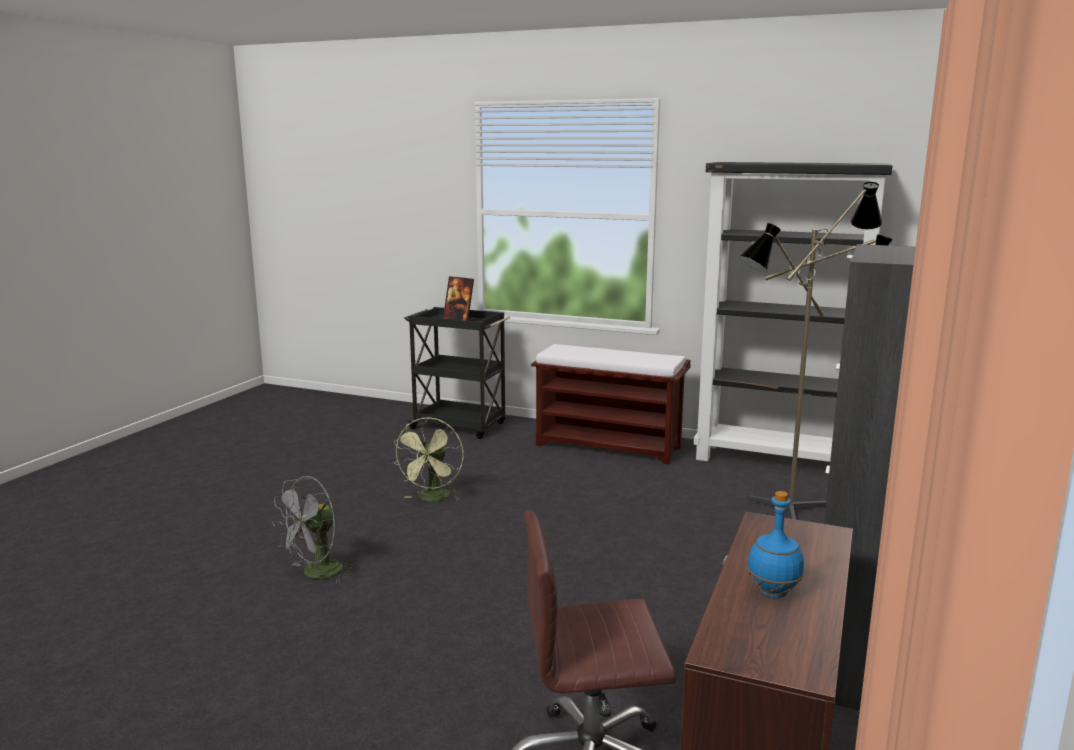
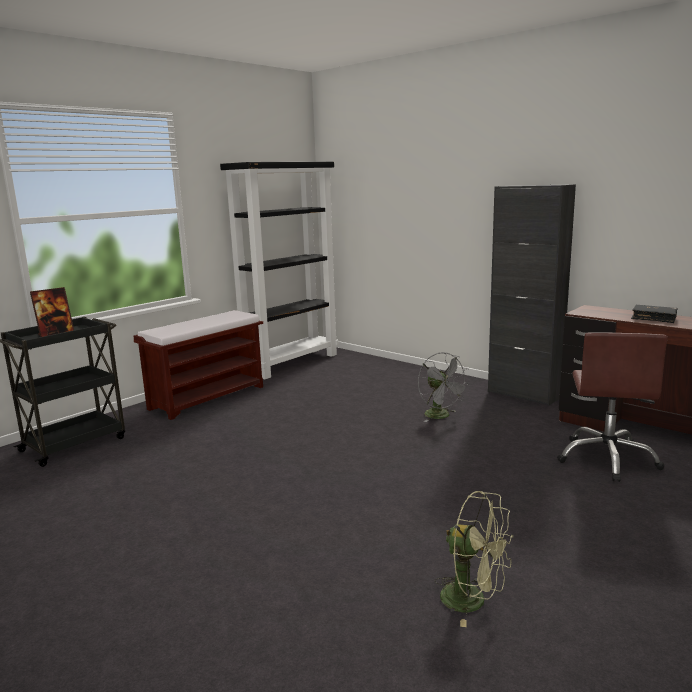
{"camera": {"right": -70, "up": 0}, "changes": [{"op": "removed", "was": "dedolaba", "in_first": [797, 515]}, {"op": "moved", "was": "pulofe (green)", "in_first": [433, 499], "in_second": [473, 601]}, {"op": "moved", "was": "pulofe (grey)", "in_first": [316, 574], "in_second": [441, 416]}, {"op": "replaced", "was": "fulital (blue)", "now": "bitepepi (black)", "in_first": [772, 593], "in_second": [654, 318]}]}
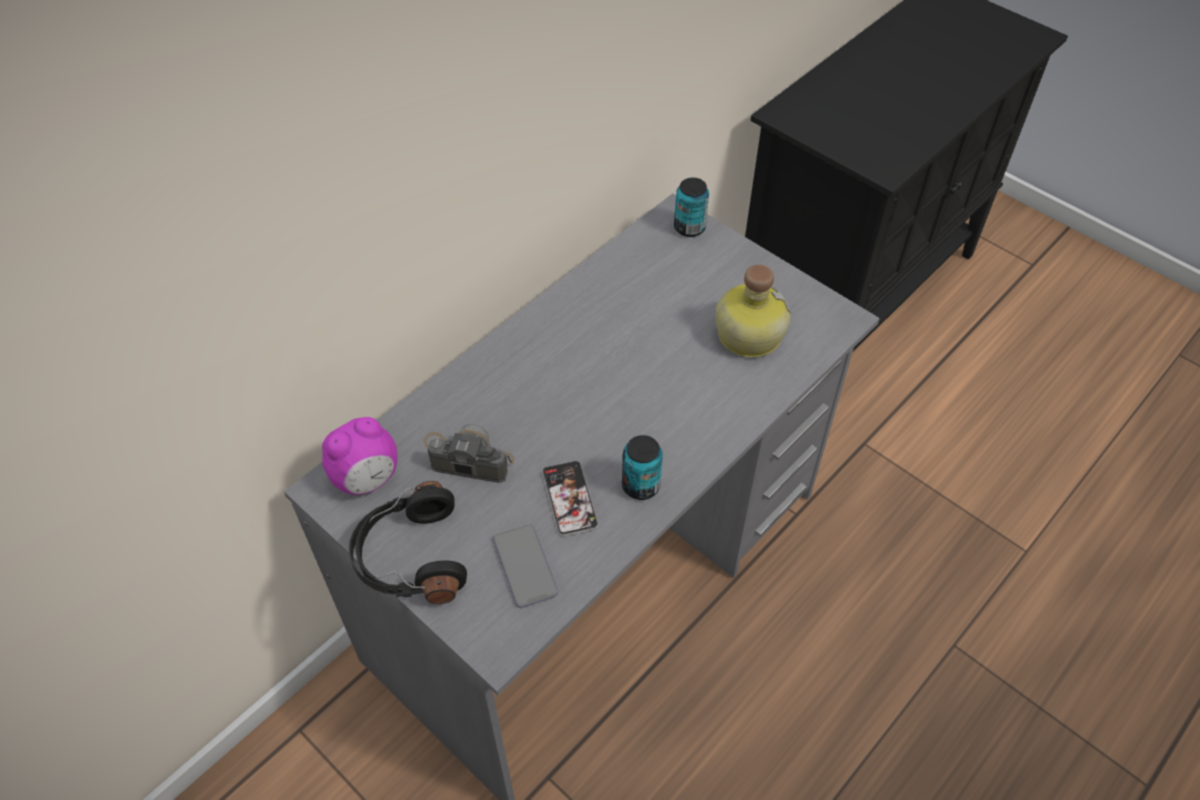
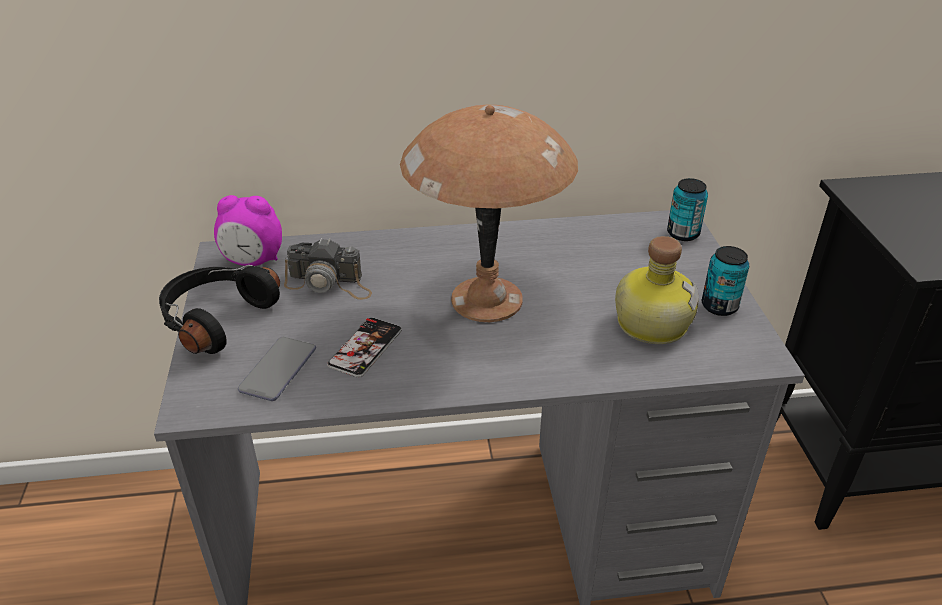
{"camera": {"right": 40, "up": -15}, "changes": [{"op": "turned", "was": "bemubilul", "in_first": [466, 457], "in_second": [329, 284], "clockwise": 135}, {"op": "moved", "was": "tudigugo", "in_first": [640, 485], "in_second": [719, 306]}, {"op": "added", "now": "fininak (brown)", "in_second": [488, 299]}]}
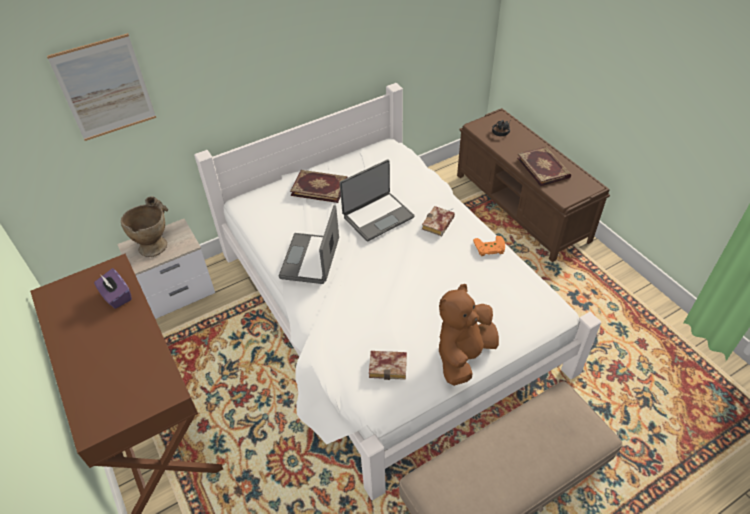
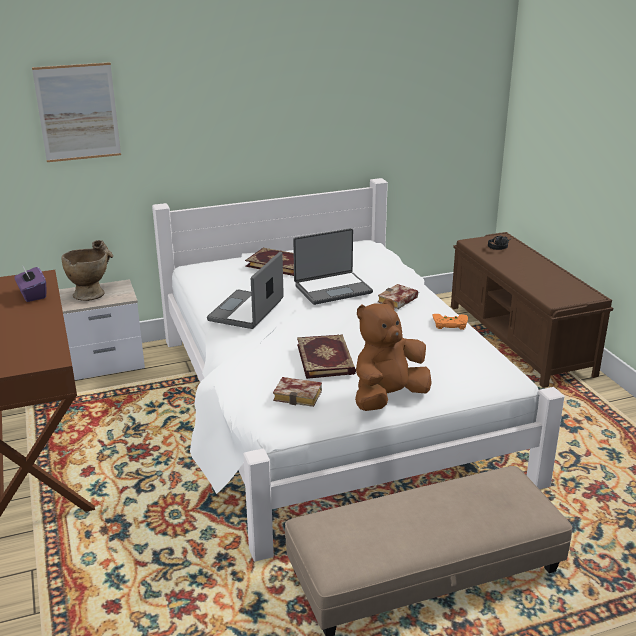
{"camera": {"right": 10, "up": -20}, "changes": [{"op": "moved", "was": "bitepepi", "in_first": [544, 167], "in_second": [326, 359]}]}
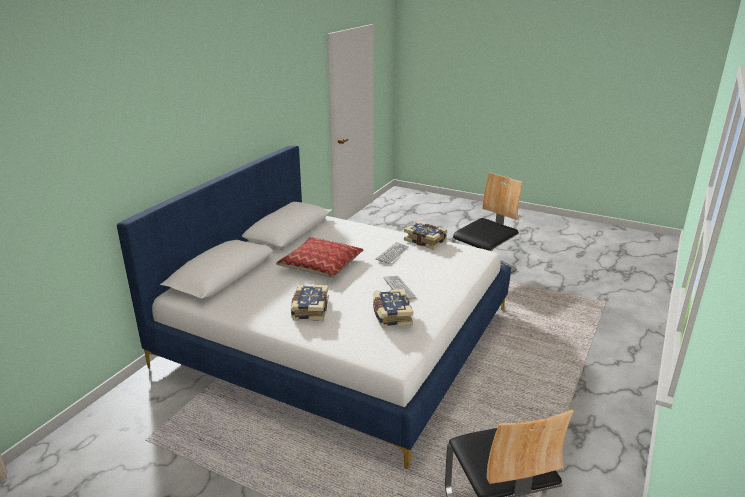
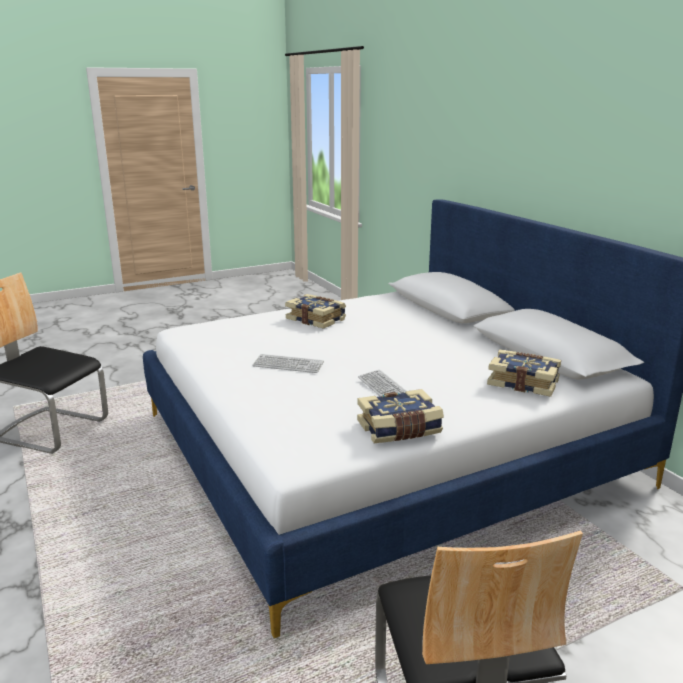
{"camera": {"right": 125, "up": -5}, "changes": [{"op": "removed", "was": "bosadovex", "in_first": [321, 265]}, {"op": "moved", "was": "bitepepi", "in_first": [391, 315], "in_second": [523, 382]}]}
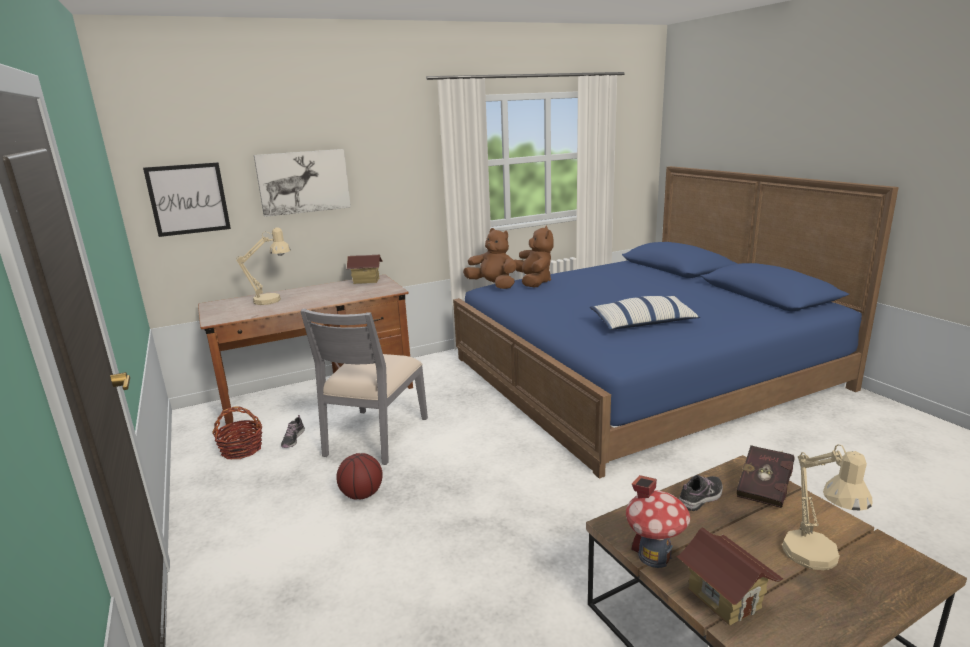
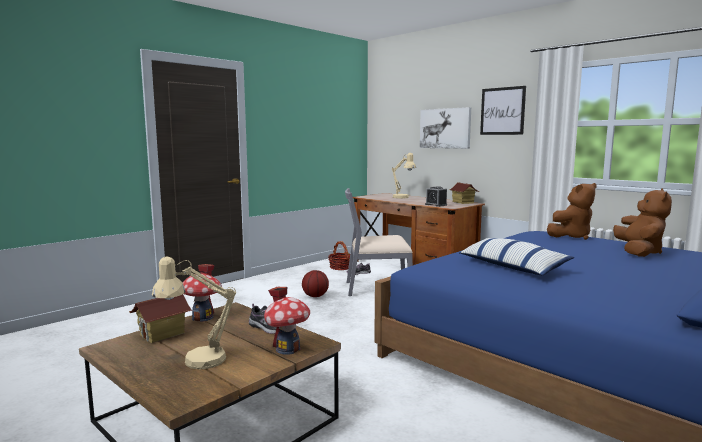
{"camera": {"right": 70, "up": -10}, "changes": [{"op": "moved", "was": "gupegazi", "in_first": [188, 199], "in_second": [502, 111]}, {"op": "moved", "was": "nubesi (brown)", "in_first": [493, 285], "in_second": [639, 252]}, {"op": "replaced", "was": "bitepepi (red)", "now": "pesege", "in_first": [765, 488], "in_second": [288, 349]}, {"op": "added", "now": "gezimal", "in_second": [436, 205]}]}
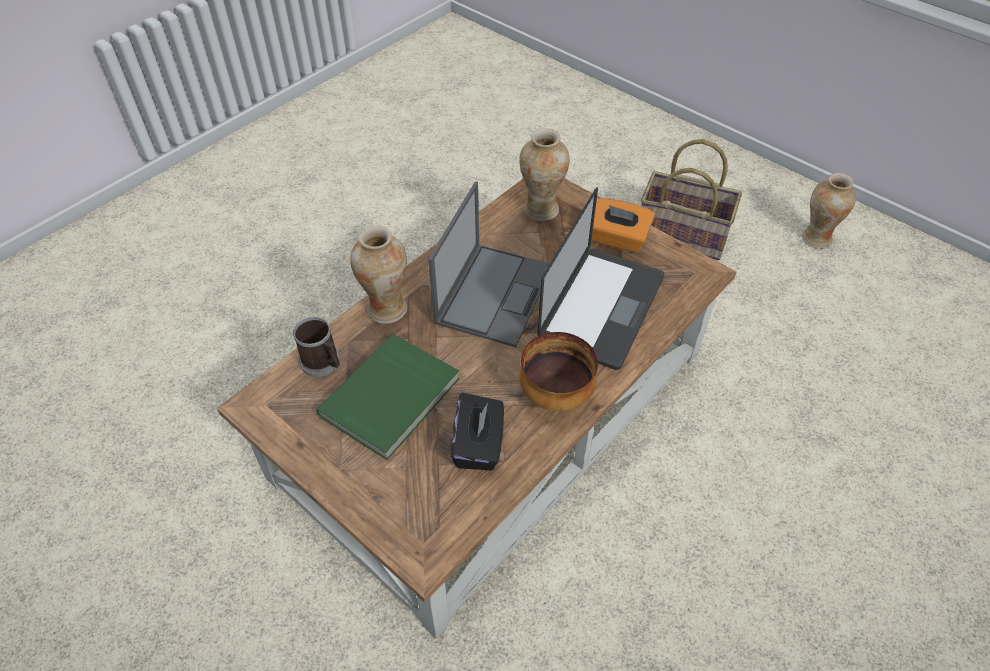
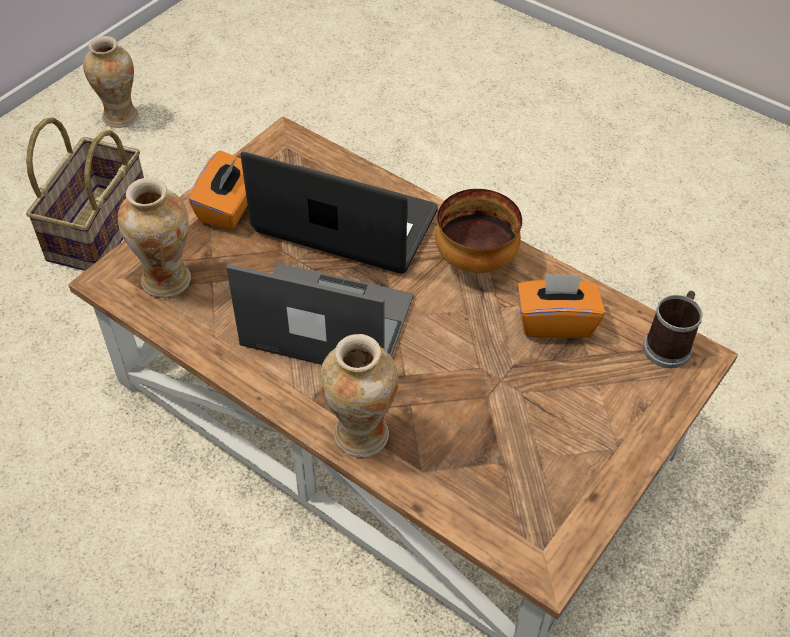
{"camera": {"right": -95, "up": 0}, "changes": [{"op": "moved", "was": "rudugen", "in_first": [323, 363], "in_second": [669, 345]}, {"op": "removed", "was": "bitepepi (green)", "in_first": [392, 398]}, {"op": "recoloured", "was": "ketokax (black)", "now": "ketokax (orange)", "in_first": [479, 445], "in_second": [555, 322]}]}
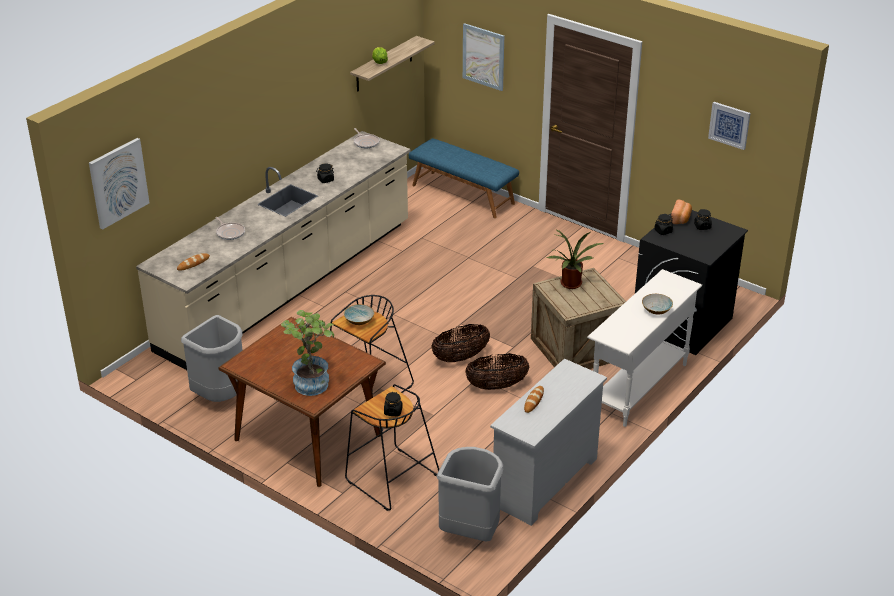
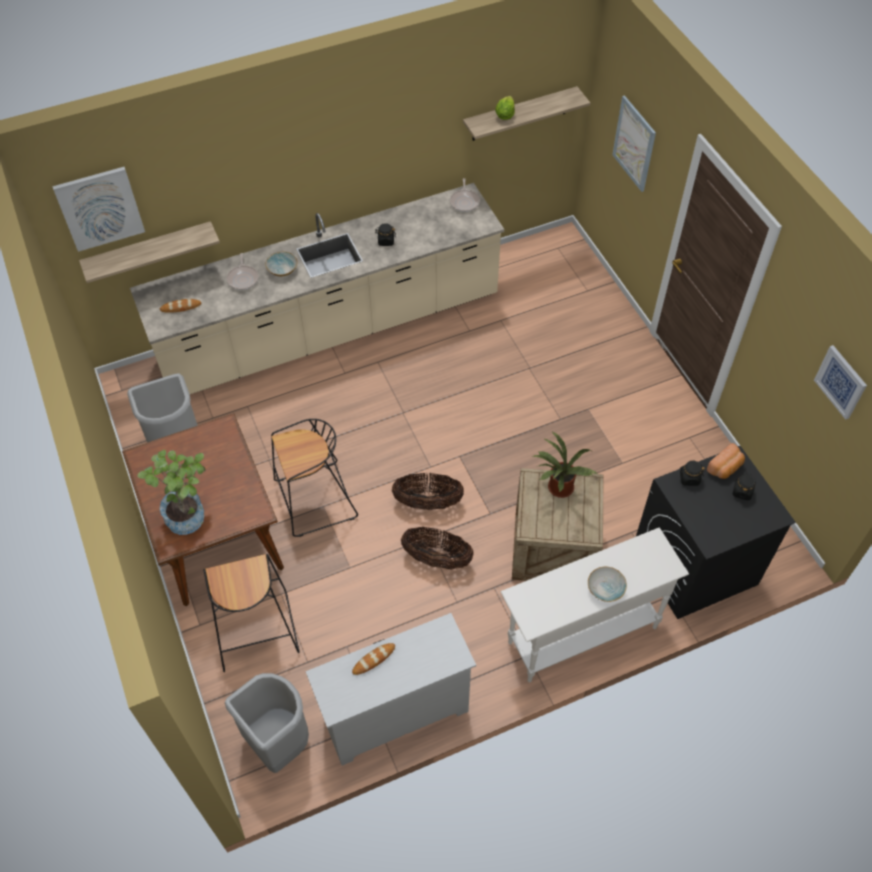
{"camera": {"right": 30, "up": 20}, "changes": [{"op": "removed", "was": "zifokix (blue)", "in_first": [463, 194]}, {"op": "moved", "was": "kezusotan", "in_first": [359, 320], "in_second": [283, 270]}, {"op": "removed", "was": "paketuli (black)", "in_first": [393, 411]}, {"op": "added", "now": "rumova", "in_second": [149, 251]}]}
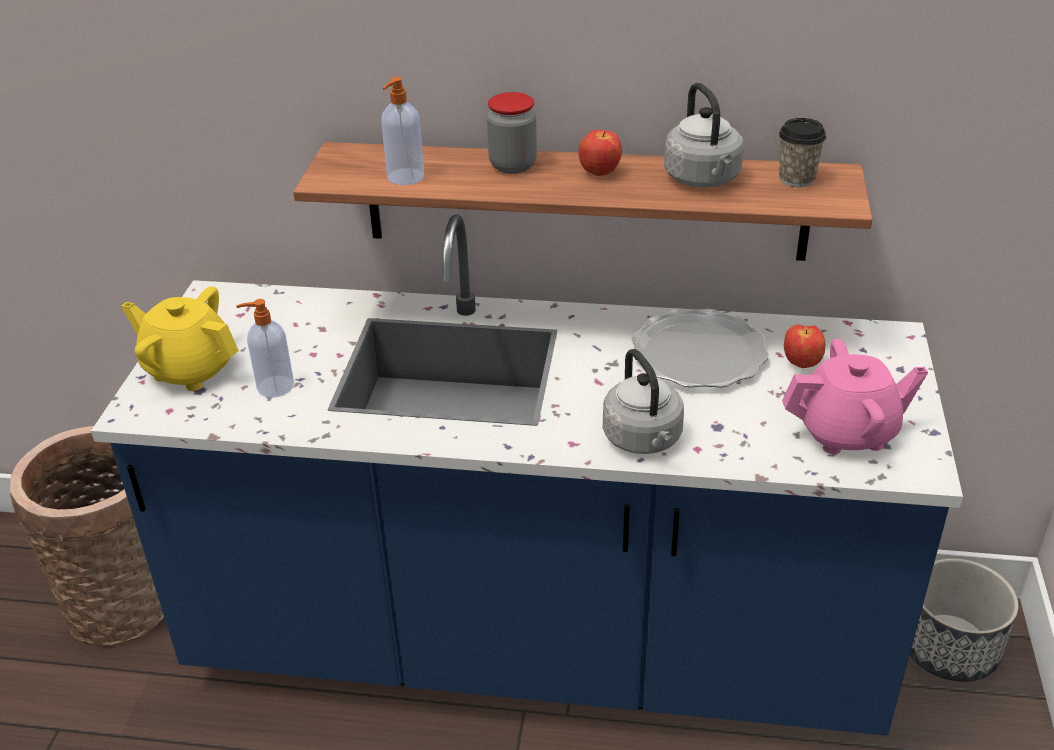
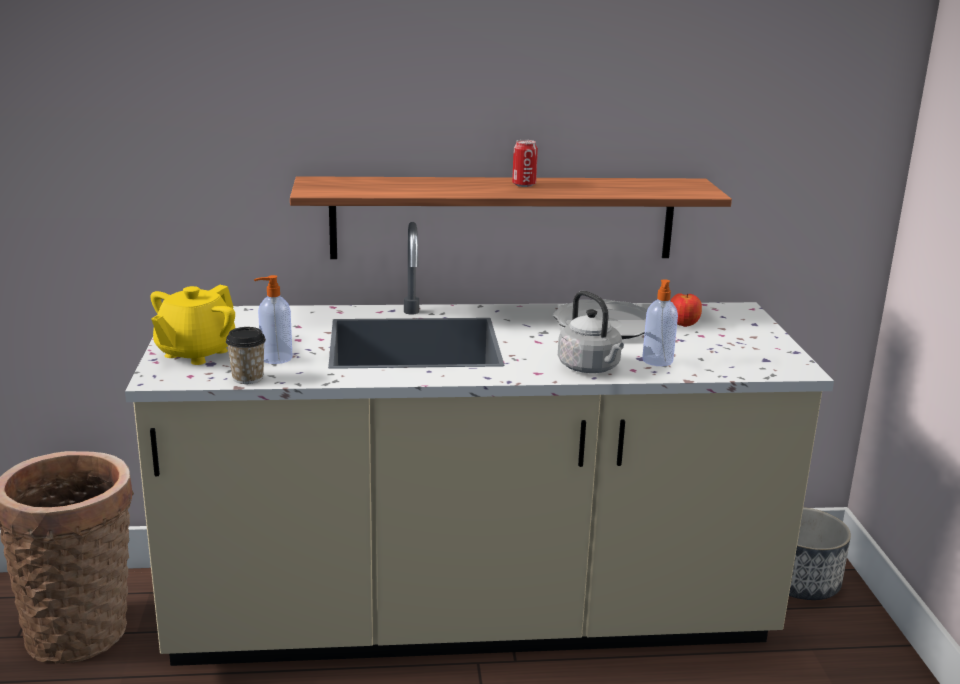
{"camera": {"right": -15, "up": -15}, "changes": [{"op": "moved", "was": "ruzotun", "in_first": [405, 177], "in_second": [657, 361]}, {"op": "removed", "was": "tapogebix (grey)", "in_first": [703, 179]}, {"op": "removed", "was": "paketuli", "in_first": [513, 165]}, {"op": "moved", "was": "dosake", "in_first": [796, 179], "in_second": [248, 378]}, {"op": "replaced", "was": "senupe", "now": "tudigugo", "in_first": [600, 173], "in_second": [524, 184]}, {"op": "recoloured", "was": "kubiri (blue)", "now": "kubiri (beige)", "in_first": [534, 648], "in_second": [471, 619]}, {"op": "turned", "was": "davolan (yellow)", "in_first": [190, 369], "in_second": [195, 353], "clockwise": -75}, {"op": "removed", "was": "davolan (pink)", "in_first": [847, 433]}]}
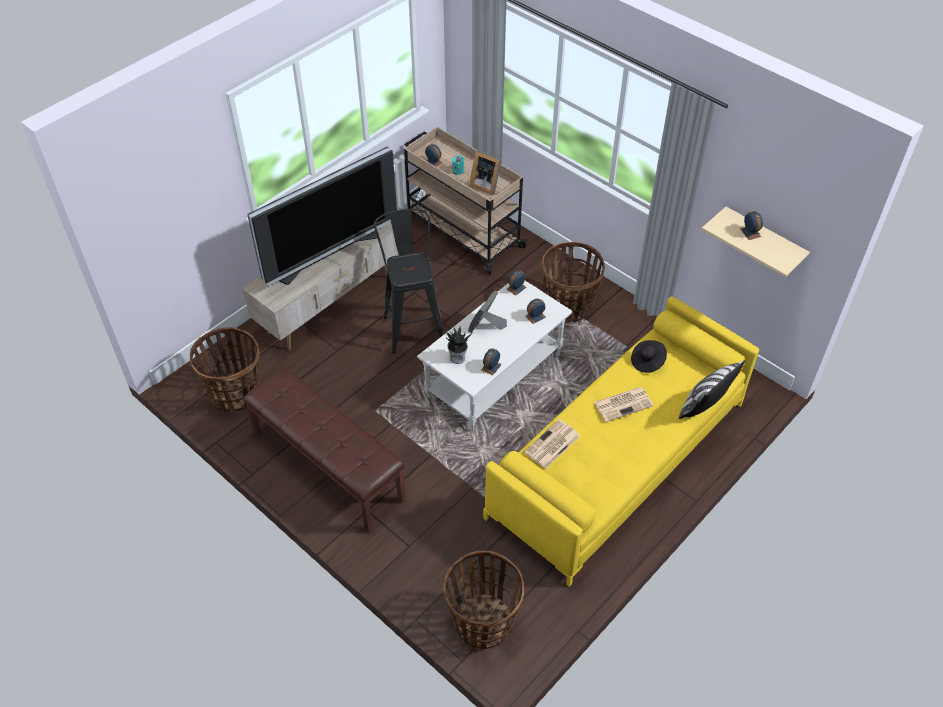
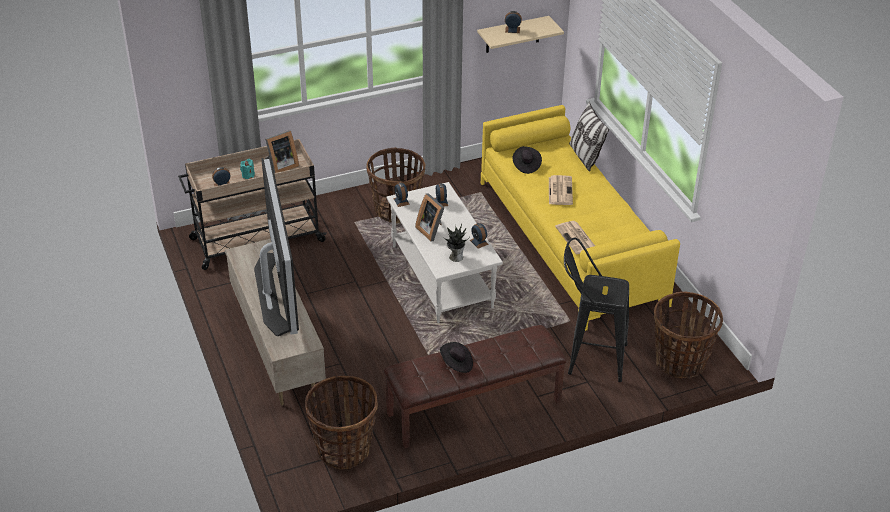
{"camera": {"right": -65, "up": -10}, "changes": [{"op": "moved", "was": "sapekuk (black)", "in_first": [412, 325], "in_second": [589, 357]}, {"op": "added", "now": "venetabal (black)", "in_second": [456, 364]}]}
